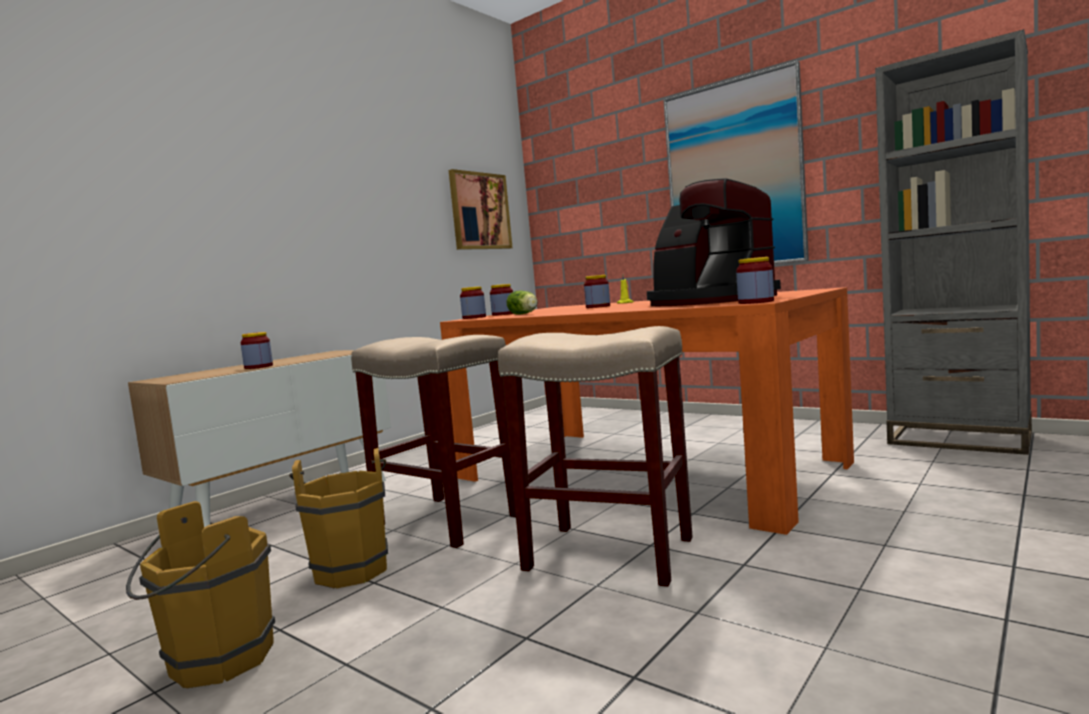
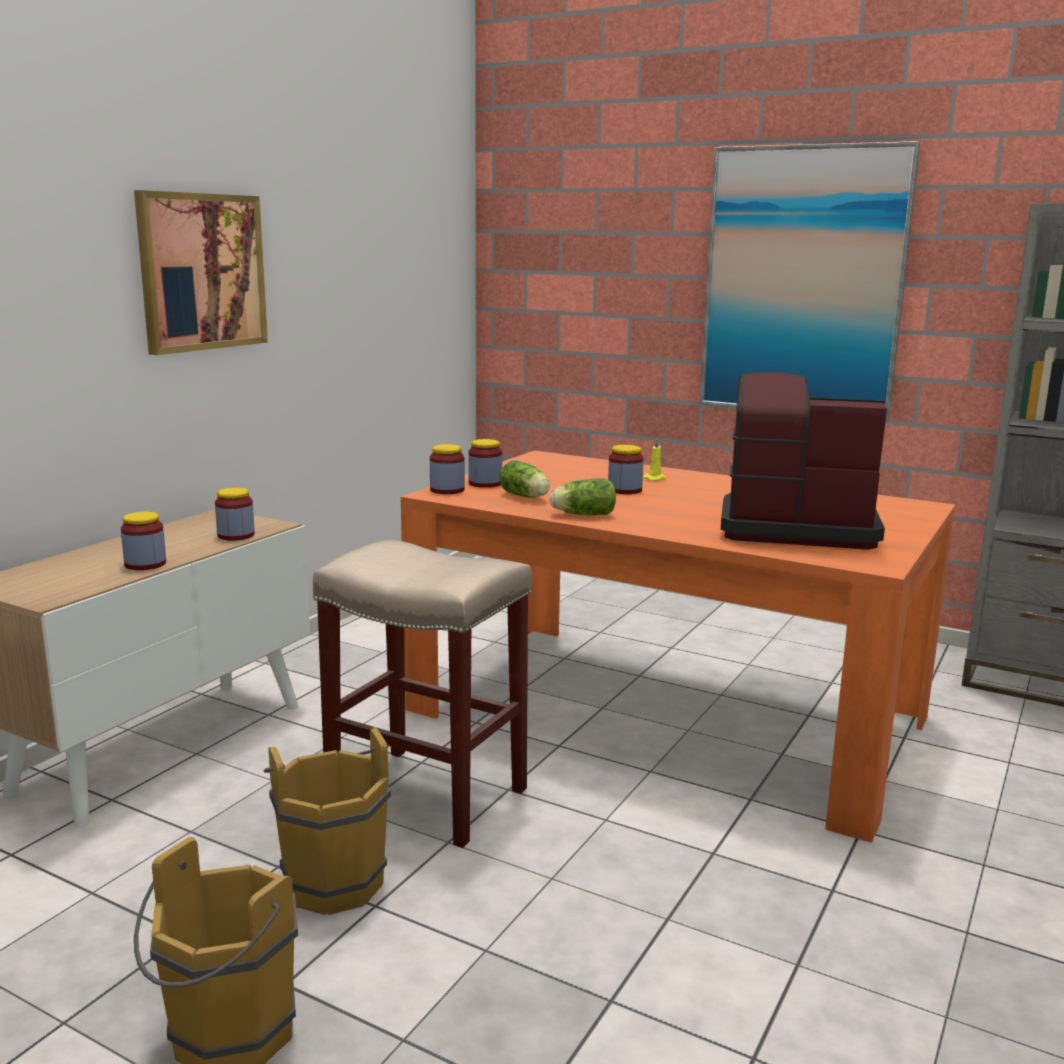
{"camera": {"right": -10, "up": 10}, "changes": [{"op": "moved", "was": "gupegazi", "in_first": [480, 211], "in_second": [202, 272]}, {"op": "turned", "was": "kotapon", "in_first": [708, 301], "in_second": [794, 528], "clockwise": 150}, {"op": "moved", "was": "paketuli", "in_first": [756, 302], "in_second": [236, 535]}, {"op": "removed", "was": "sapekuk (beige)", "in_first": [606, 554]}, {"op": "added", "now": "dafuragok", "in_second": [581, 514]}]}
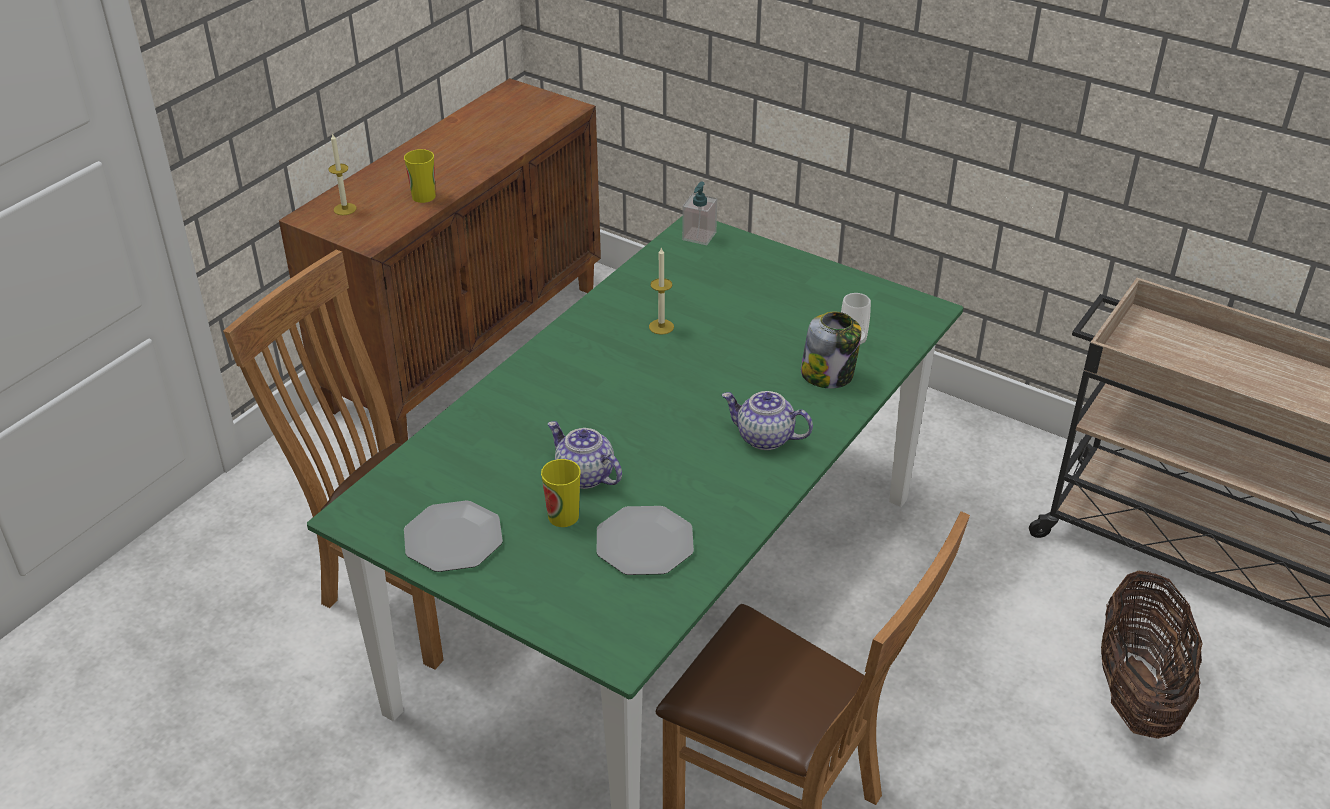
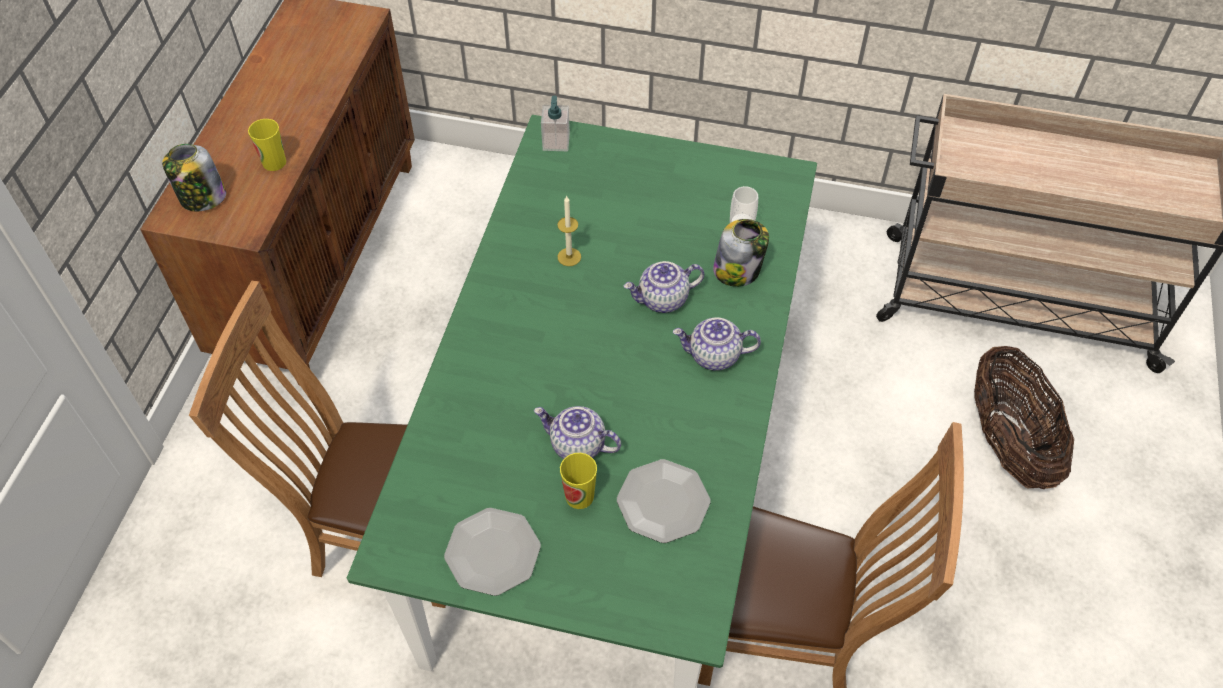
{"camera": {"right": -20, "up": 15}, "changes": [{"op": "replaced", "was": "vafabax", "now": "paketuli", "in_first": [345, 209], "in_second": [202, 198]}, {"op": "added", "now": "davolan", "in_second": [663, 300]}]}
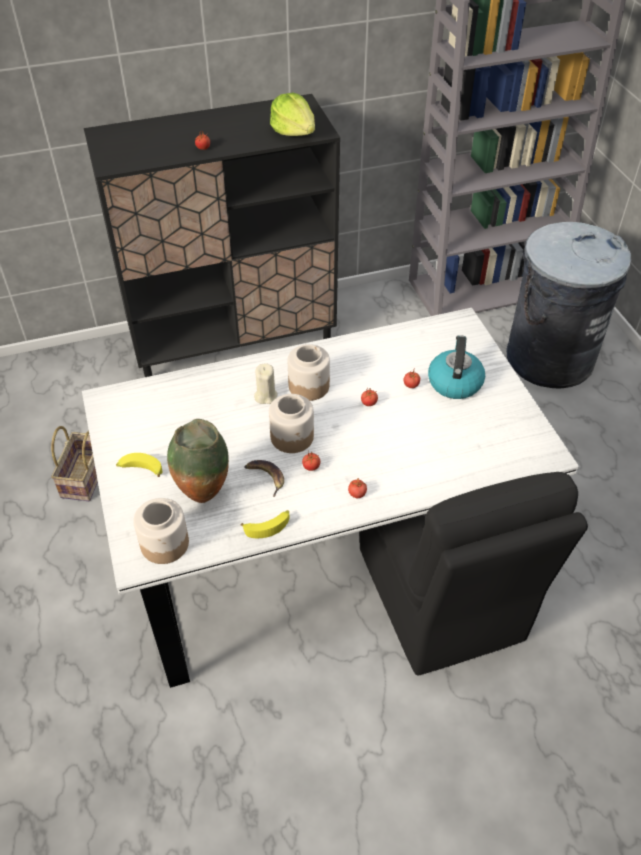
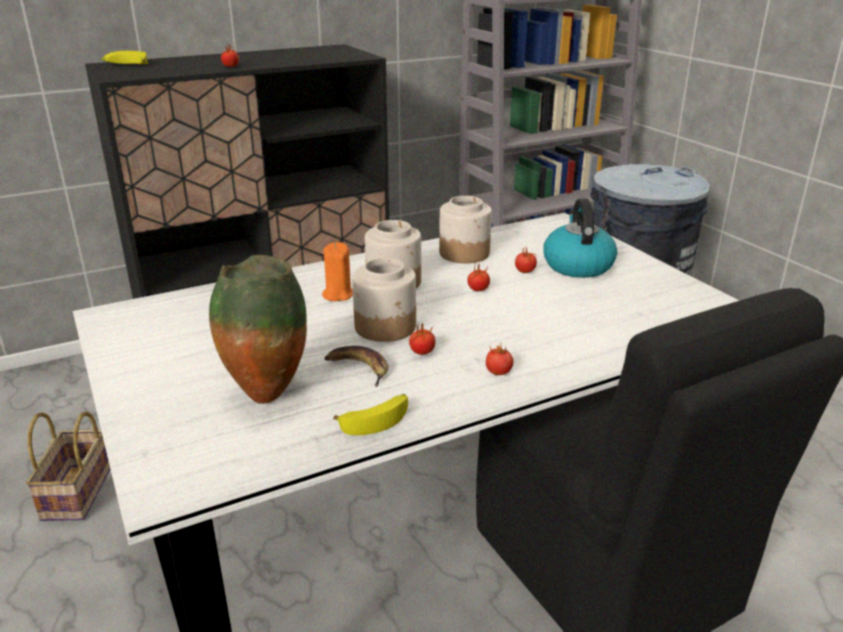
{"camera": {"right": -10, "up": -20}, "changes": [{"op": "removed", "was": "dafuragok", "in_first": [294, 131]}, {"op": "recoloured", "was": "vafabax (beige)", "now": "vafabax (orange)", "in_first": [265, 396], "in_second": [338, 294]}, {"op": "moved", "was": "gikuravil", "in_first": [140, 469], "in_second": [125, 65]}, {"op": "moved", "was": "paketuli", "in_first": [165, 543], "in_second": [464, 253]}]}
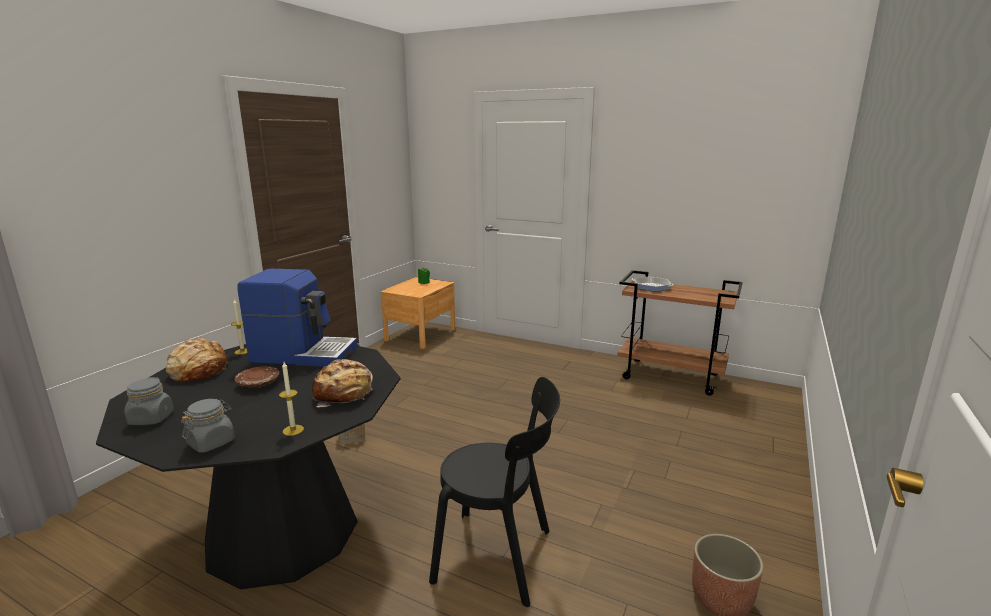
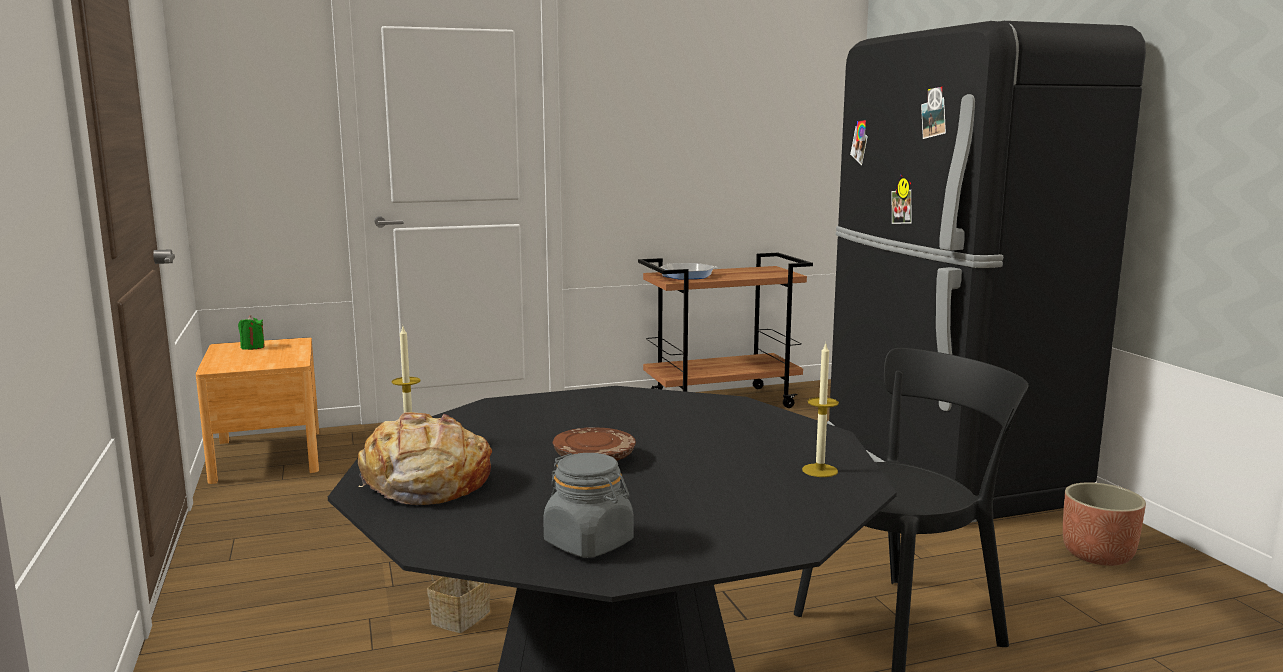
{"camera": {"right": -45, "up": -5}, "changes": [{"op": "removed", "was": "kotapon", "in_first": [304, 354]}, {"op": "removed", "was": "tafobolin", "in_first": [344, 394]}, {"op": "removed", "was": "paketuli (grey)", "in_first": [211, 442]}, {"op": "added", "now": "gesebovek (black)", "in_second": [942, 473]}]}
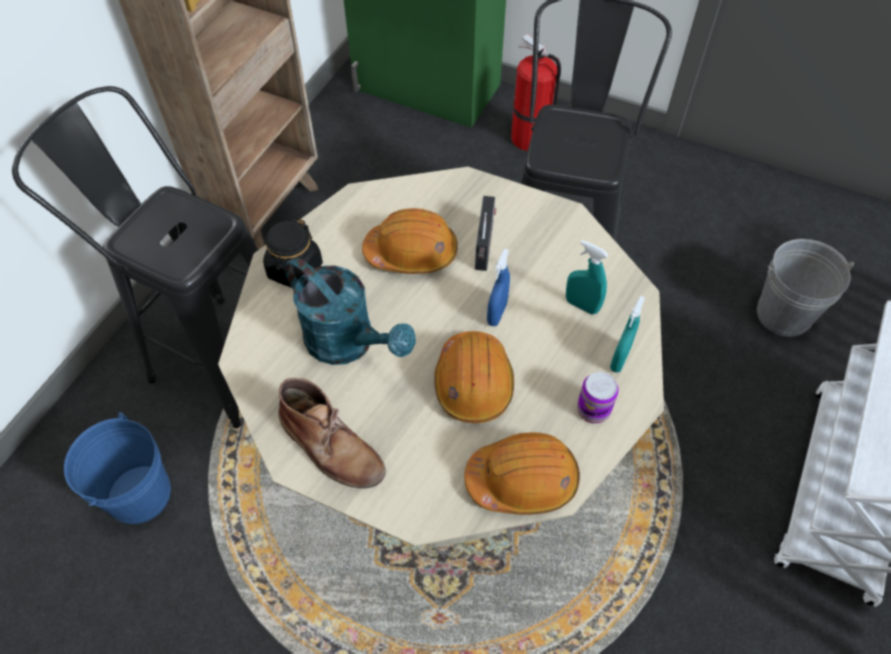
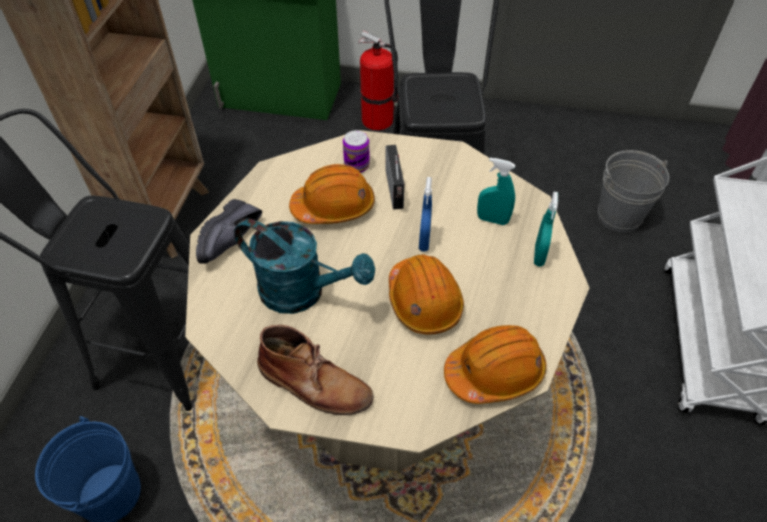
{"camera": {"right": -15, "up": -5}, "changes": [{"op": "replaced", "was": "paketuli (black)", "now": "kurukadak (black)", "in_first": [295, 270], "in_second": [233, 241]}, {"op": "moved", "was": "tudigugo", "in_first": [593, 409], "in_second": [357, 165]}]}
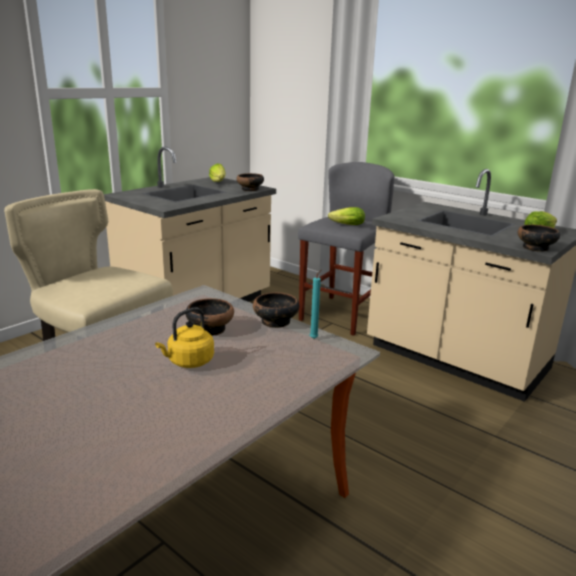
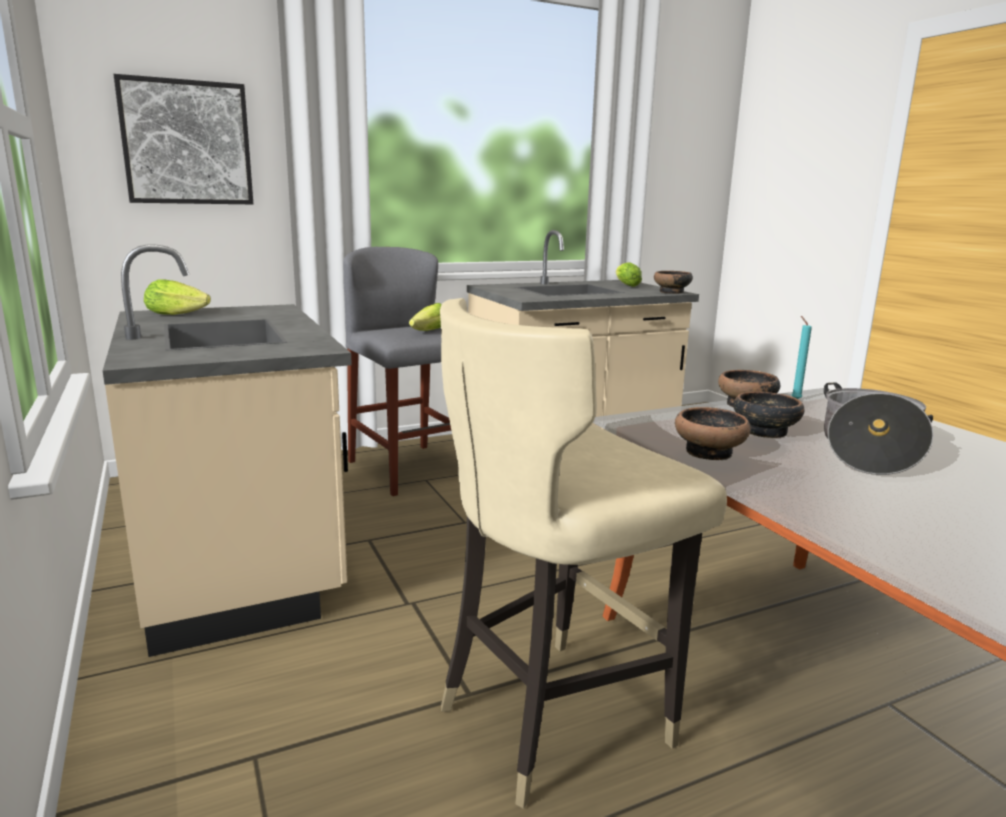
{"camera": {"right": -65, "up": -5}, "changes": [{"op": "moved", "was": "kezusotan", "in_first": [250, 189], "in_second": [709, 452]}, {"op": "replaced", "was": "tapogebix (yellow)", "now": "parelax", "in_first": [188, 362], "in_second": [868, 451]}, {"op": "added", "now": "gupegazi", "in_second": [187, 143]}]}
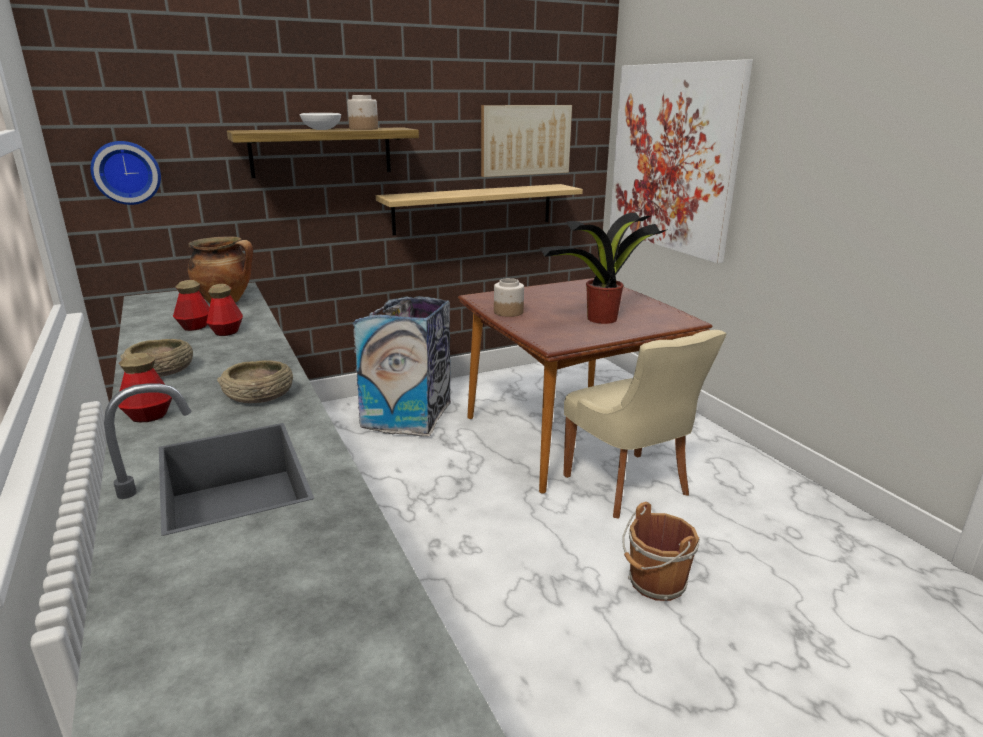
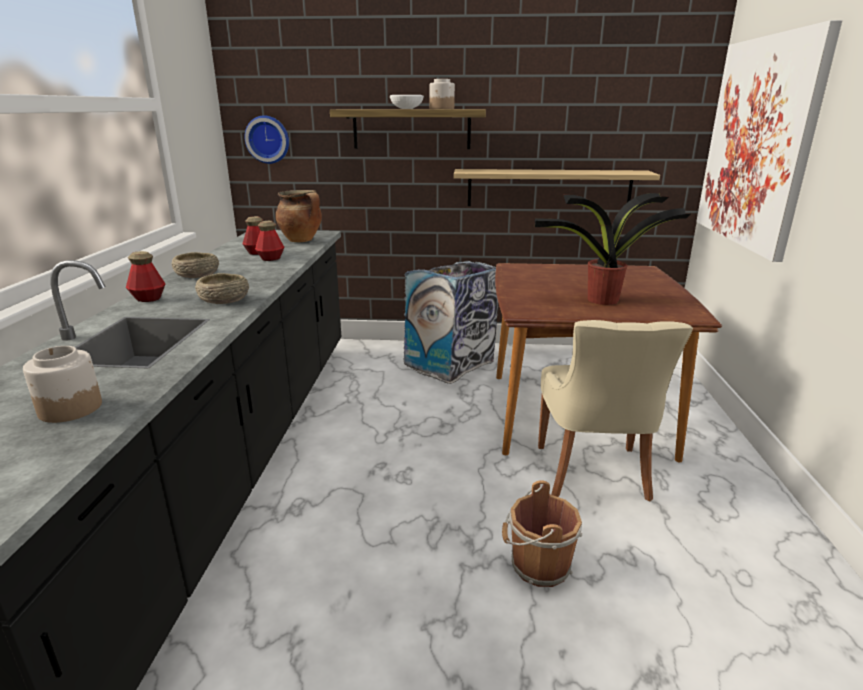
{"camera": {"right": 30, "up": 0}, "changes": [{"op": "removed", "was": "gupegazi", "in_first": [525, 140]}, {"op": "moved", "was": "paketuli", "in_first": [508, 312], "in_second": [70, 408]}]}
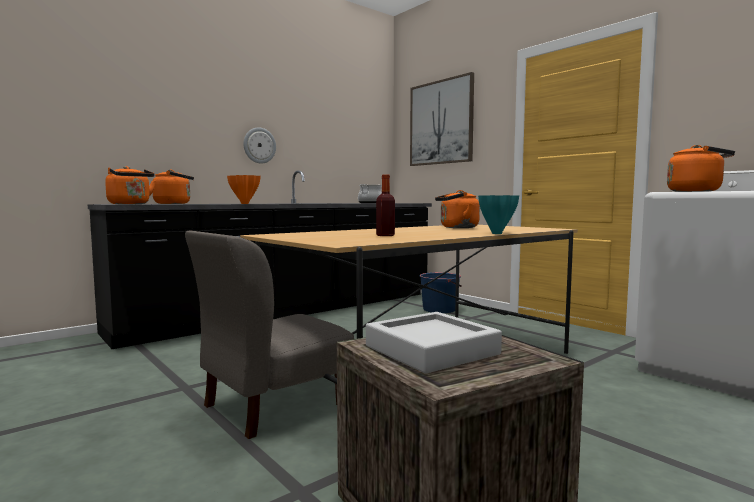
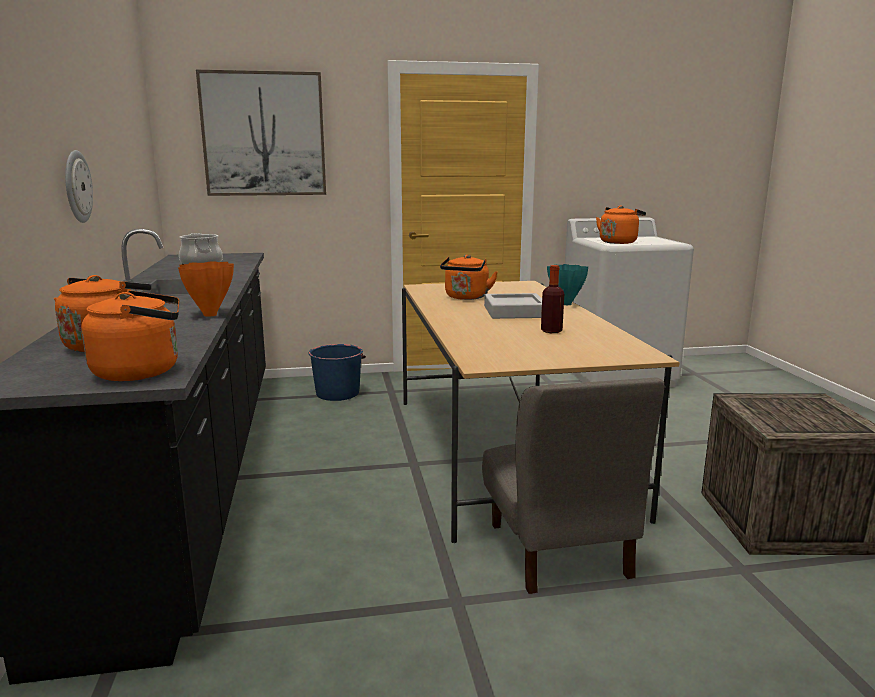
{"camera": {"right": -60, "up": 10}, "changes": [{"op": "moved", "was": "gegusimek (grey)", "in_first": [431, 350], "in_second": [515, 312]}]}
